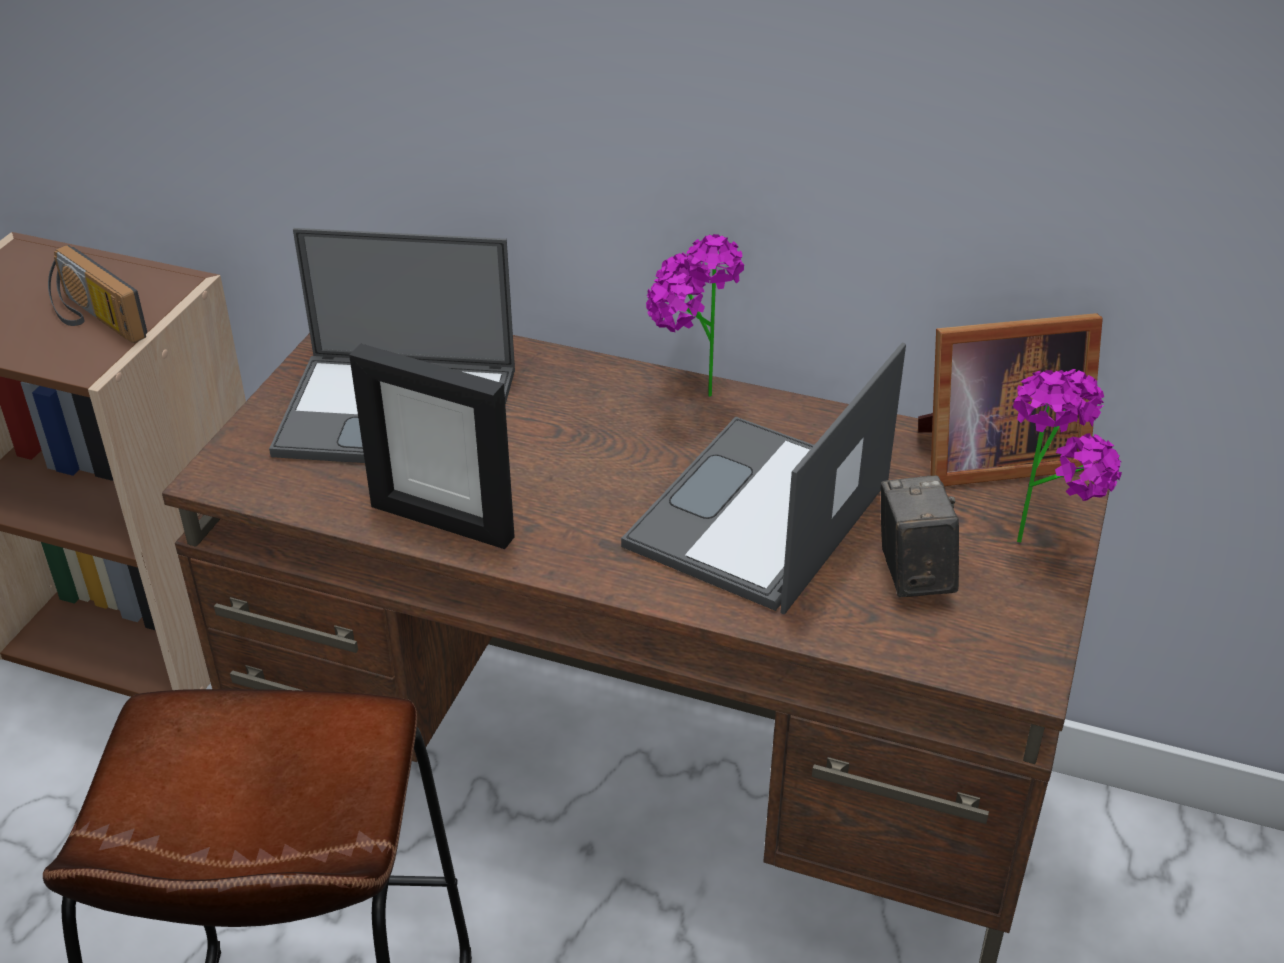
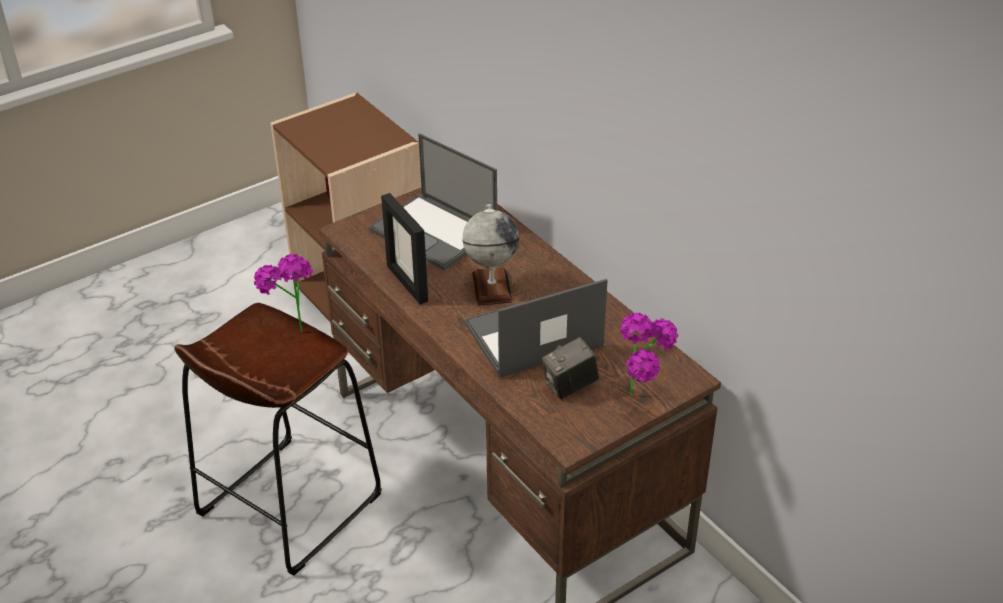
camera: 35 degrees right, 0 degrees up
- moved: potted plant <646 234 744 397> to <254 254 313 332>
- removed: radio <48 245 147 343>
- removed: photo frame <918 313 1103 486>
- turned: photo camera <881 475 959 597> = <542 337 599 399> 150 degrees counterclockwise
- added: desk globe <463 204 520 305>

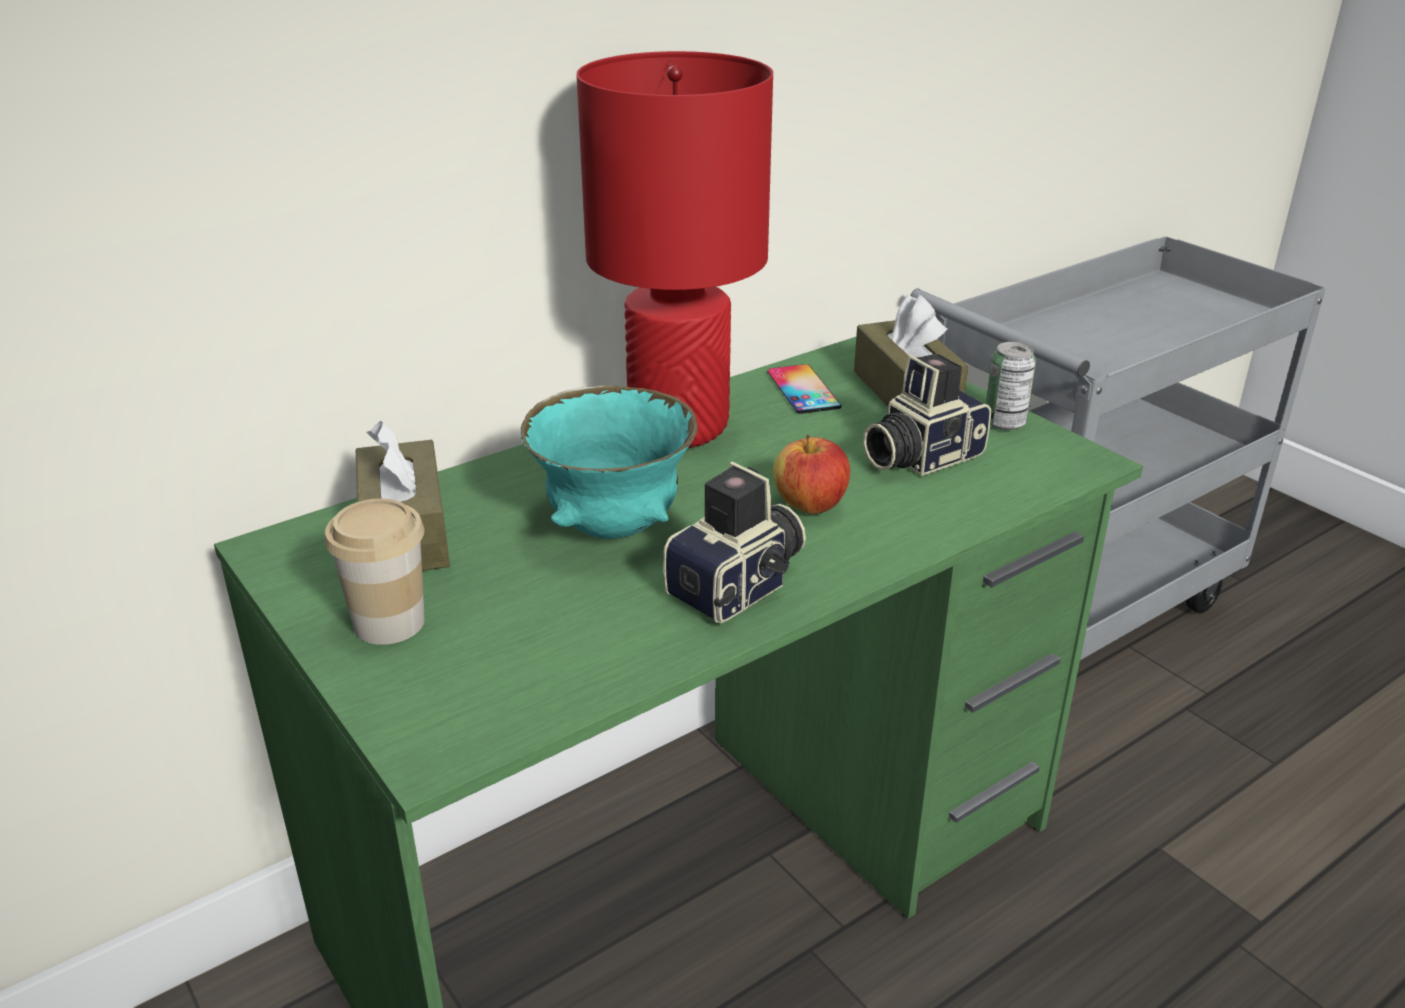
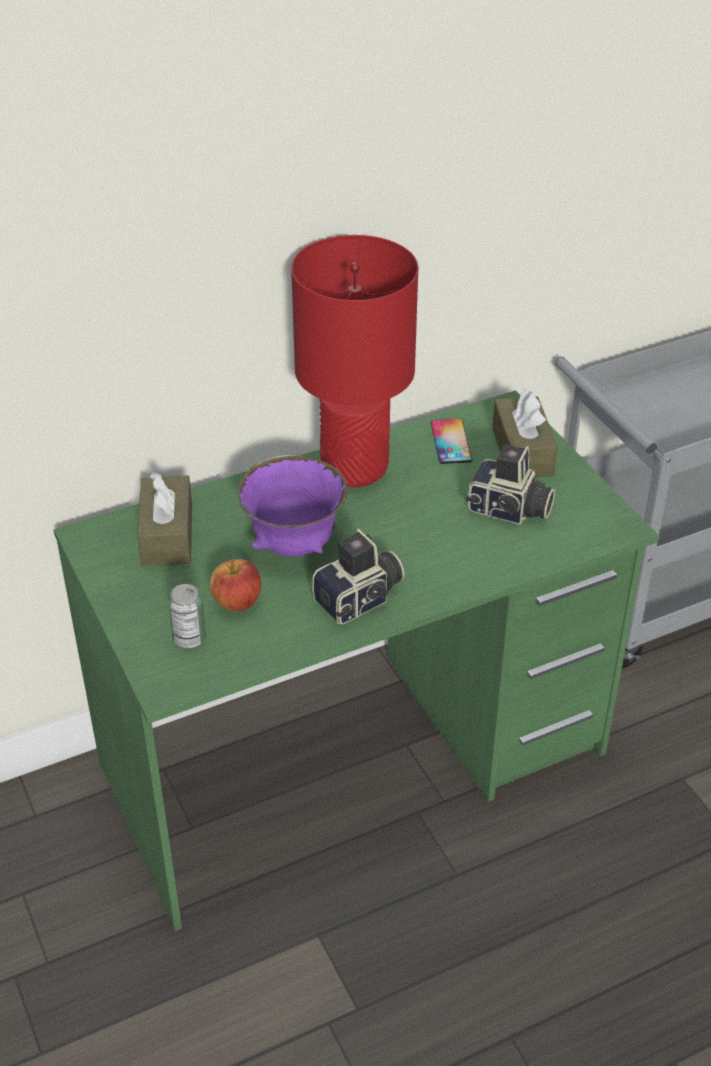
camera: 10 degrees right, 10 degrees up
- moved: can <985 342 1036 430> to <168 584 206 648>
- turned: photo camera <863 354 991 476> = <466 445 555 525> 135 degrees counterclockwise
- recoloured: serving bowl (turquoise-coloured) <521 385 698 539> to serving bowl (purplish) <238 455 347 557>
- moved: whole apple <773 435 850 514> to <210 559 261 612>
- removed: small cup <325 499 425 645>

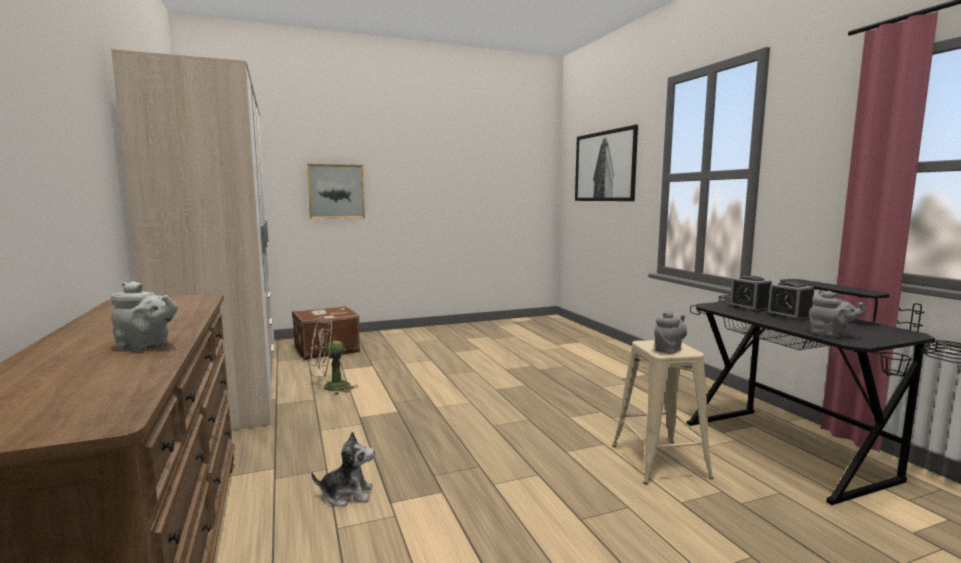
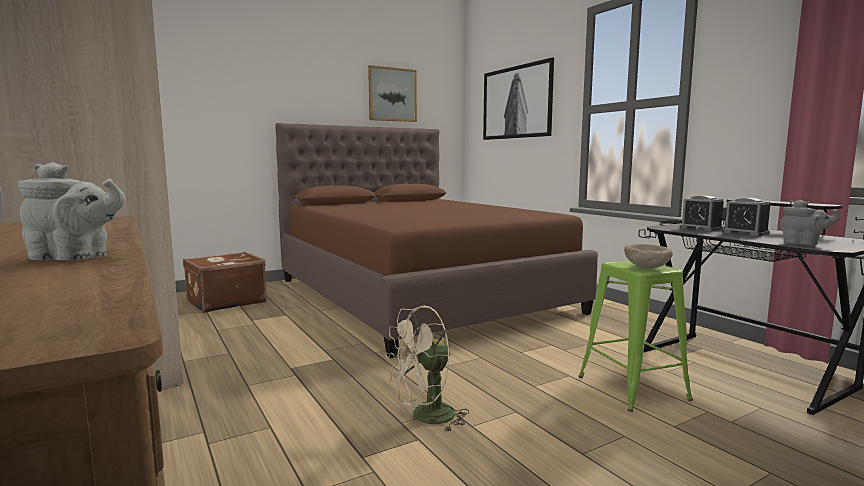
camera: 10 degrees left, 0 degrees up
- moved: wall art <307 164 365 219> to <368 65 417 122>
- replaced: tea pot (grey) <654 311 687 354> to serving bowl (sand-coloured) <624 244 673 268>
- moved: electric fan (sand-coloured) <310 320 359 395> to <385 305 469 432>
- recoloured: stool (sand-coloured) <612 340 714 485> to stool (green) <578 261 693 412>
- removed: cuddly toy <311 432 375 507>
- added: bedroom bed (brown) <275 123 598 358>

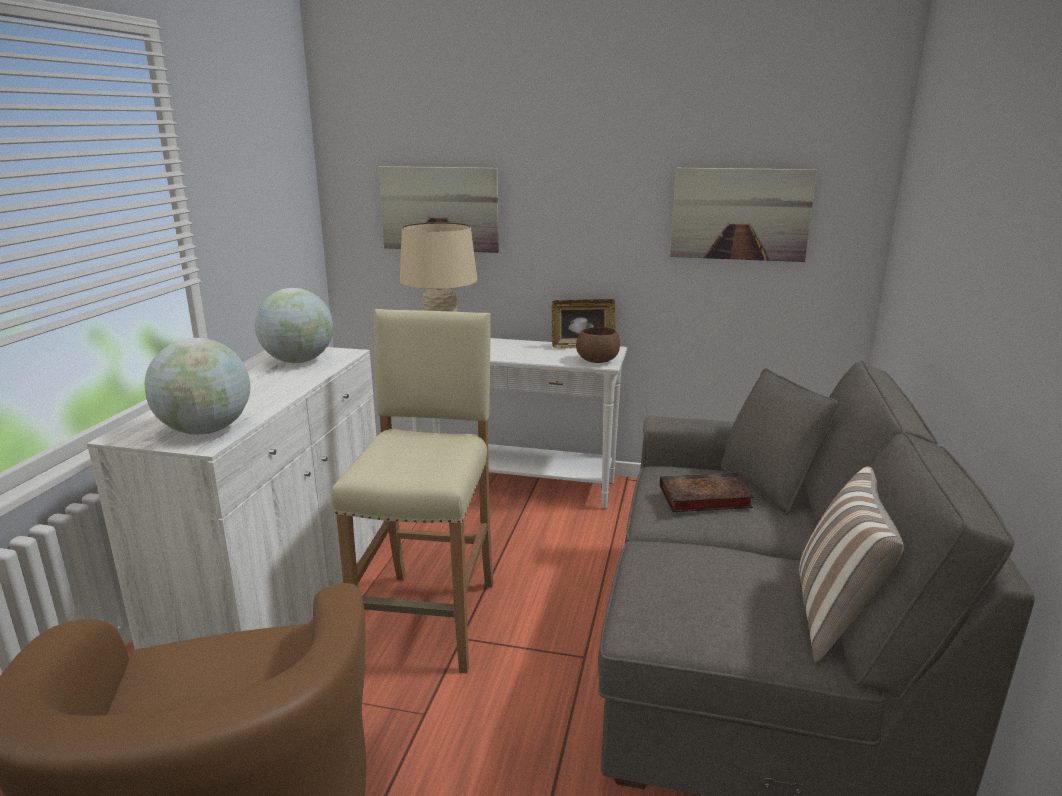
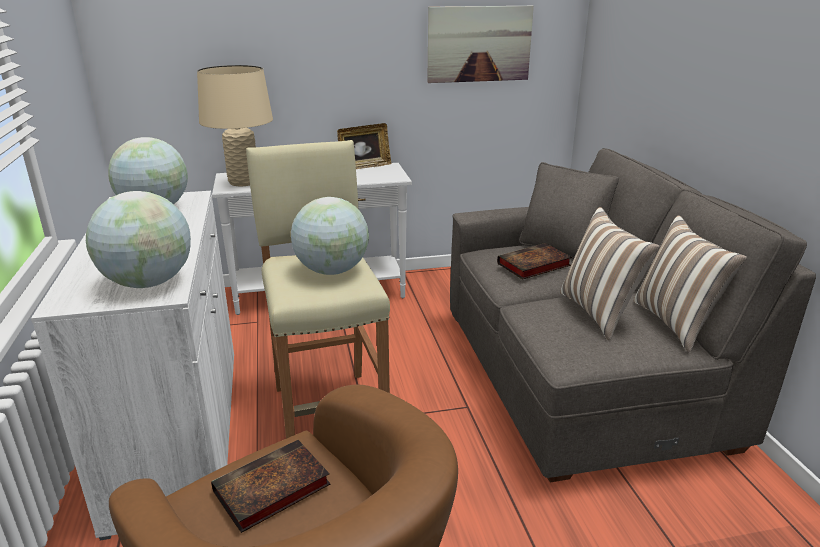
camera: 25 degrees left, 5 degrees up
- removed: wall art <379 166 499 253>
- removed: serving bowl (brown) <576 327 620 363>
- added: desk globe <291 197 369 275>
- added: throw pillow <560 207 660 341>
- added: bound book <211 440 331 533>

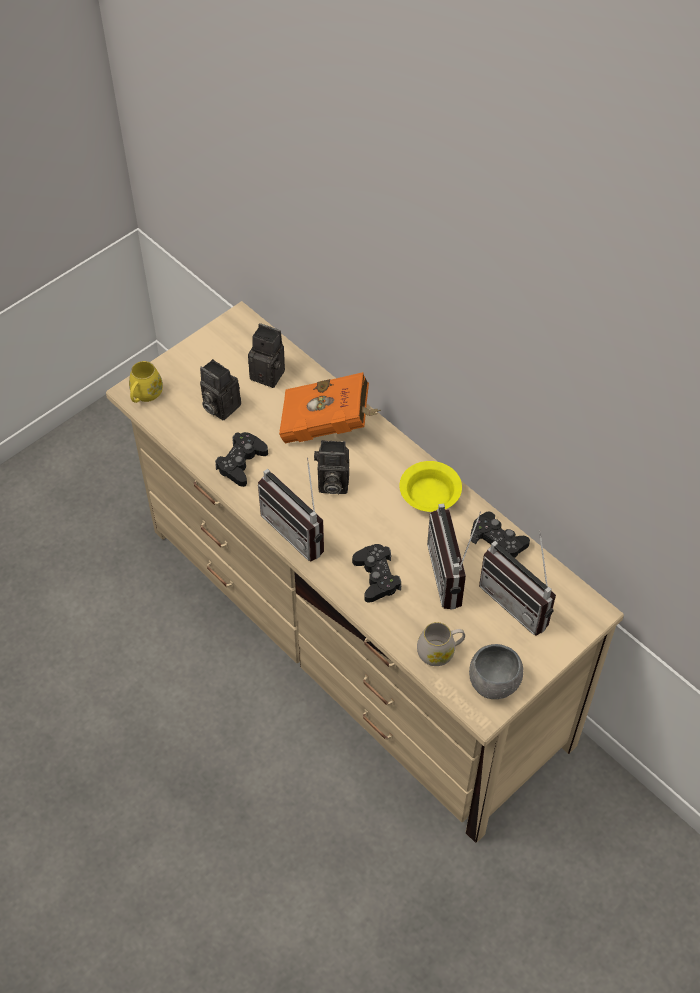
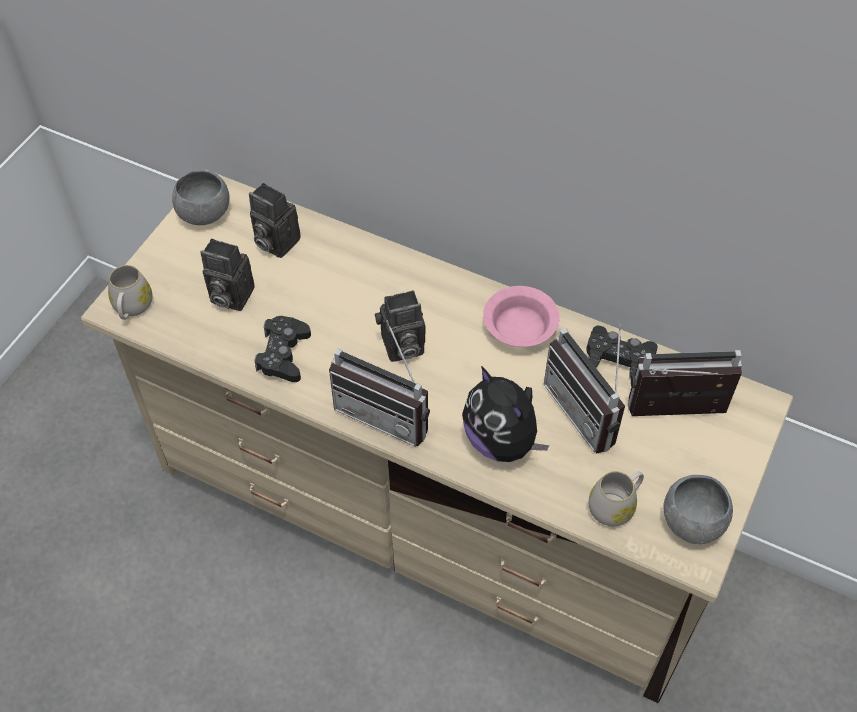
camera: 20 degrees left, 0 degrees up
- turned: photo camera <248 323 285 388> = <249 183 301 258> 150 degrees counterclockwise
- recoloured: tea mug (yellow-coloured) <129 361 163 403> to tea mug (white-coloured) <108 265 153 320>
- removed: bound book (orange) <279 372 381 443>
- recoloured: serving bowl (yellow-coloured) <399 461 462 512> to serving bowl (pinkish) <483 286 560 347>
- turned: radio <479 530 556 636> = <628 350 742 416> 150 degrees clockwise
- replaced: game controller (black-coloured) <352 544 401 603> to cuddly toy <462 366 549 462>
- added: serving bowl (grey) <172 170 230 225>

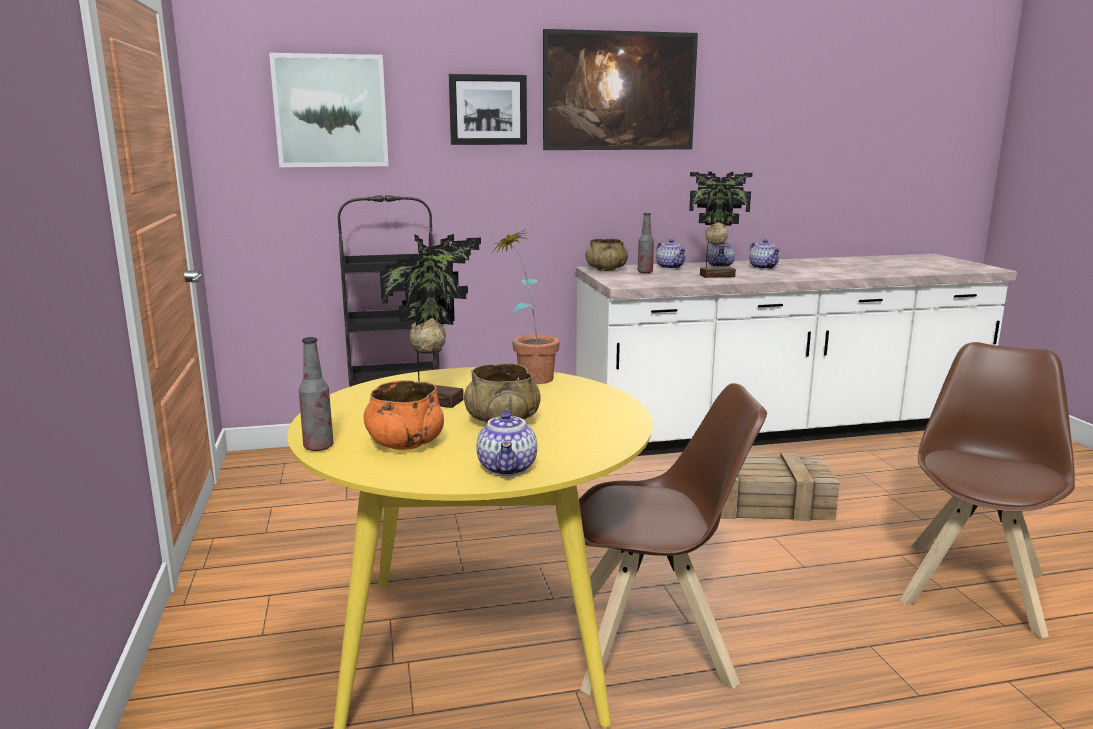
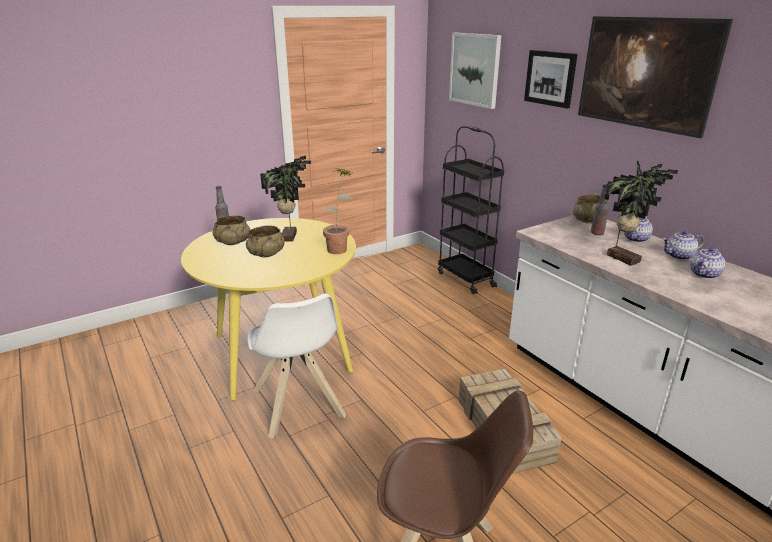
camera: 70 degrees right, 10 degrees up
- recoloured: serving bowl (orange) <364 380 444 450> to serving bowl (sand-coloured) <212 215 250 245>
- recoloured: plain chair (brown) <568 383 767 695> to plain chair (white-coloured) <247 294 346 439>
- removed: tea pot <477 410 537 476>

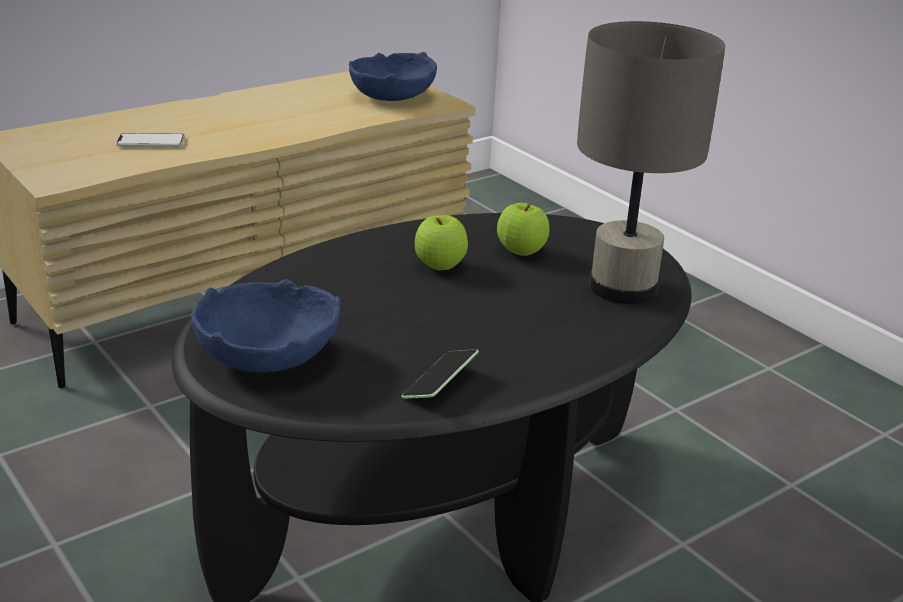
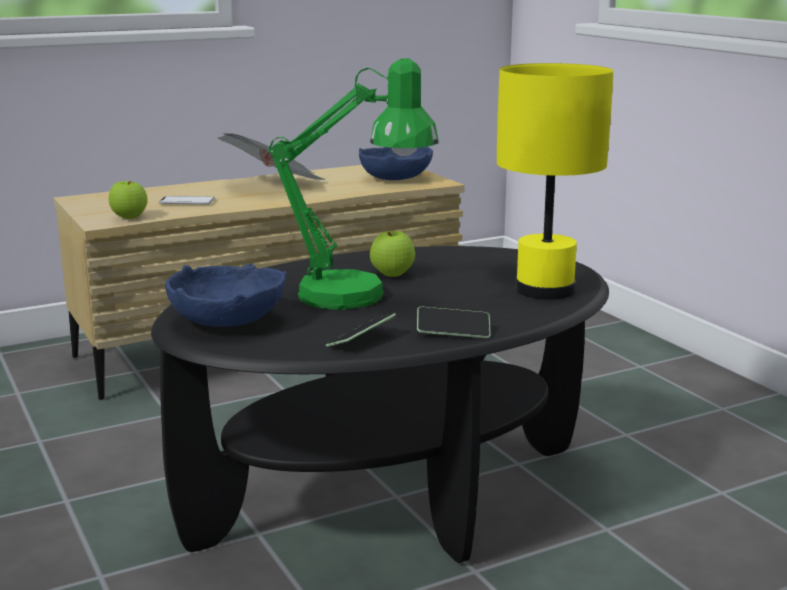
camera: 10 degrees right, 10 degrees down
- recoloured: table lamp (grey) <577 21 725 304> to table lamp (yellow-coloured) <497 63 613 300>
- moved: whole apple <497 203 550 256> to <109 181 148 219>
- added: table lamp (green) <269 58 439 310>
- added: printed paper <218 133 324 180>
- added: phone <417 307 491 338>

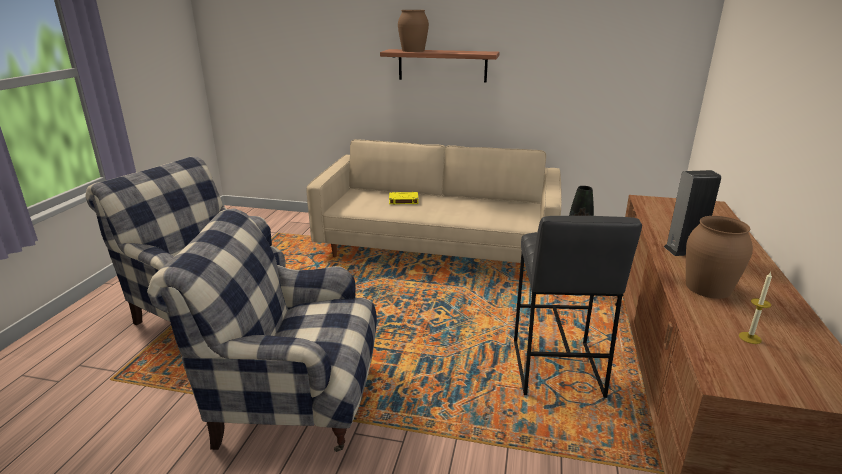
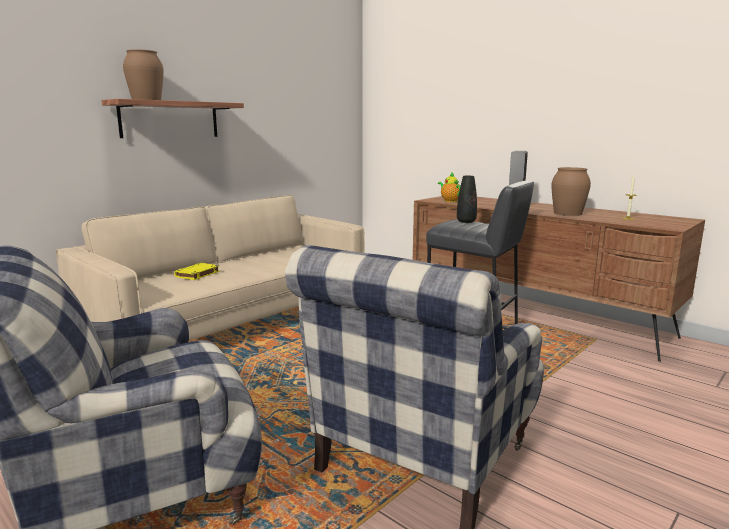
camera: 60 degrees left, 10 degrees down
- added: tea pot <438 173 460 202>

